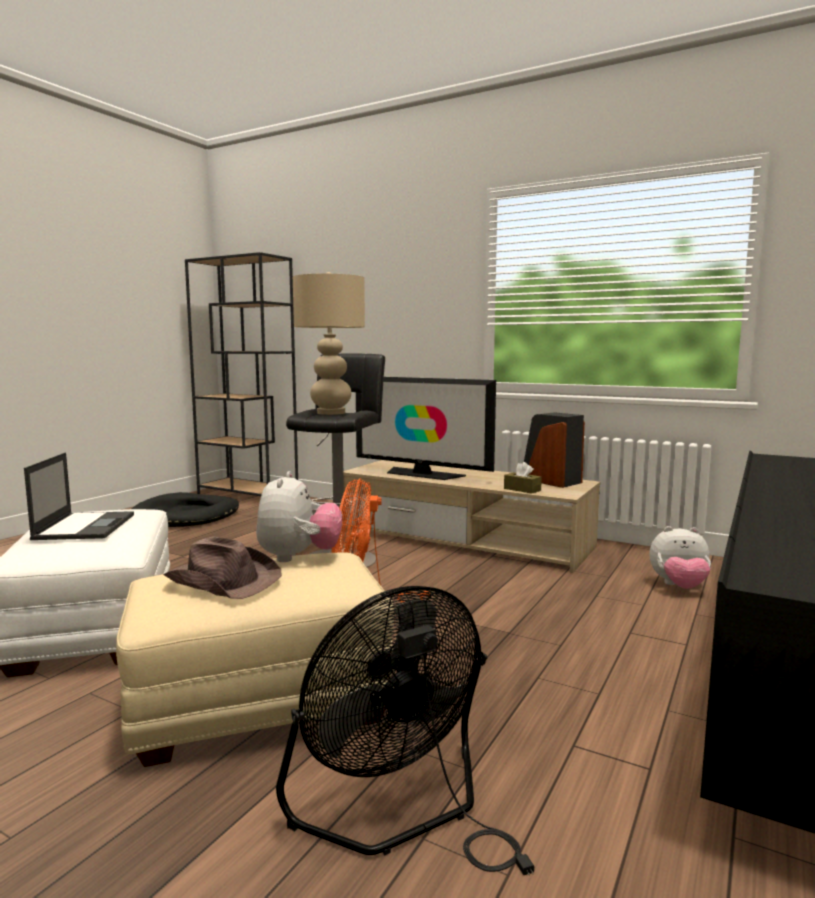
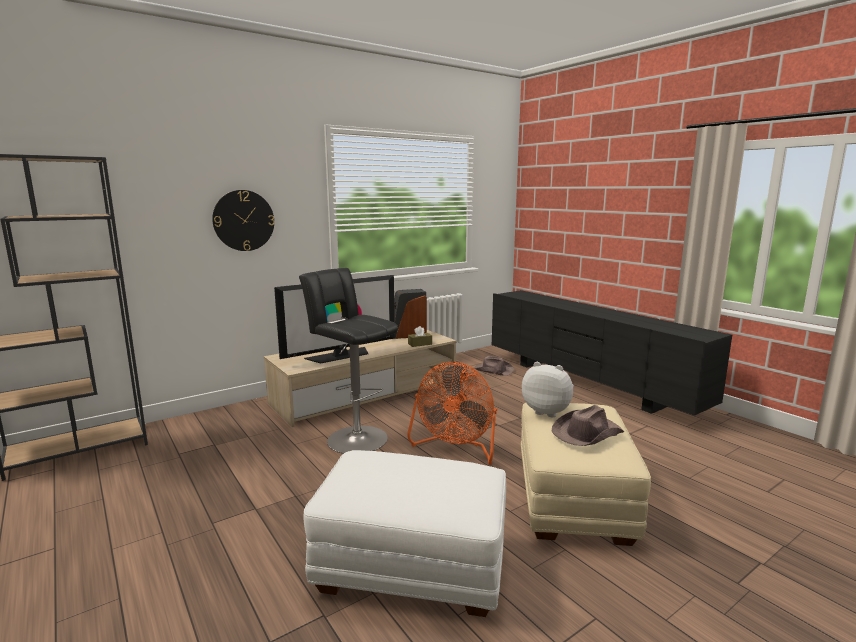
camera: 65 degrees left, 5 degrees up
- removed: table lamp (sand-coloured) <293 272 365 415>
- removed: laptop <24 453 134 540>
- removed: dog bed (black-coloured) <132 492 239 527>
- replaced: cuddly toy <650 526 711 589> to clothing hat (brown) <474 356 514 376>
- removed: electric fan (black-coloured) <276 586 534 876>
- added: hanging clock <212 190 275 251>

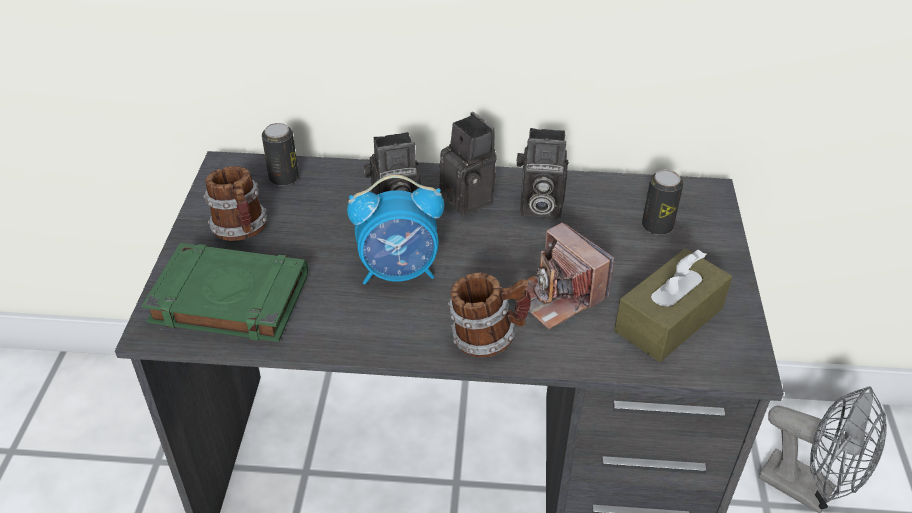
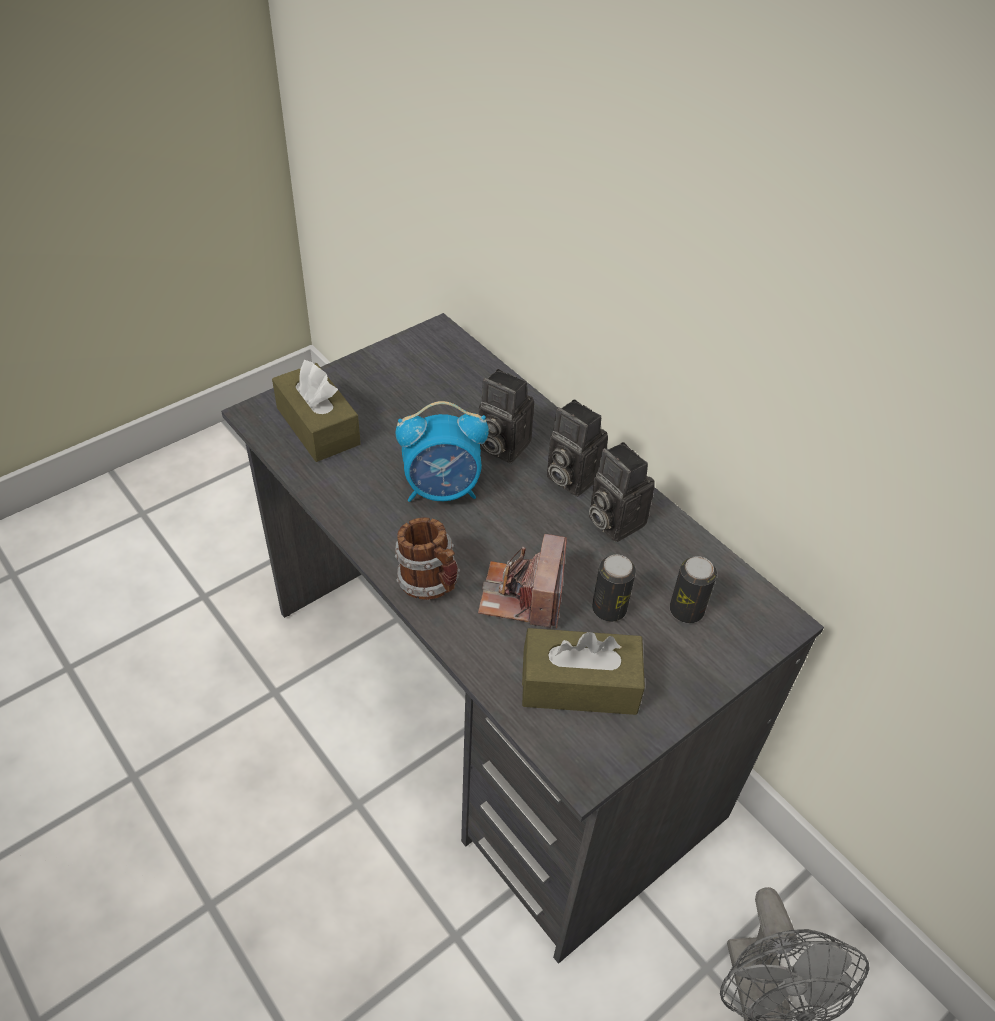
camera: 45 degrees right, 5 degrees up
- turned: photo camera <439 112 497 216> = <547 399 608 497> 120 degrees clockwise
- moved: can <262 123 299 186> to <592 555 636 622>
- removed: tea mug <204 166 267 241>
- turned: alarm clock <347 175 444 285> = <396 401 489 502> 45 degrees counterclockwise
- replaced: bound book (green) <142 243 308 342> to tissue box (brown) <272 360 361 462>

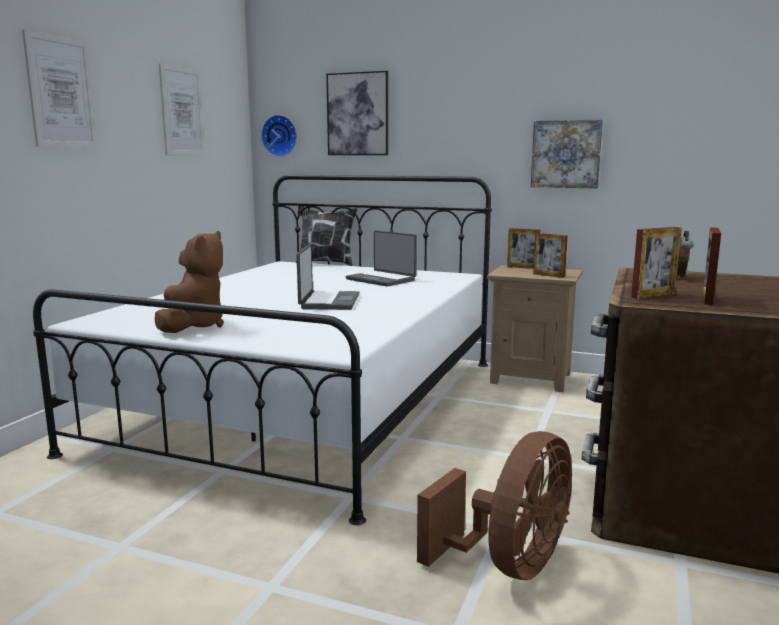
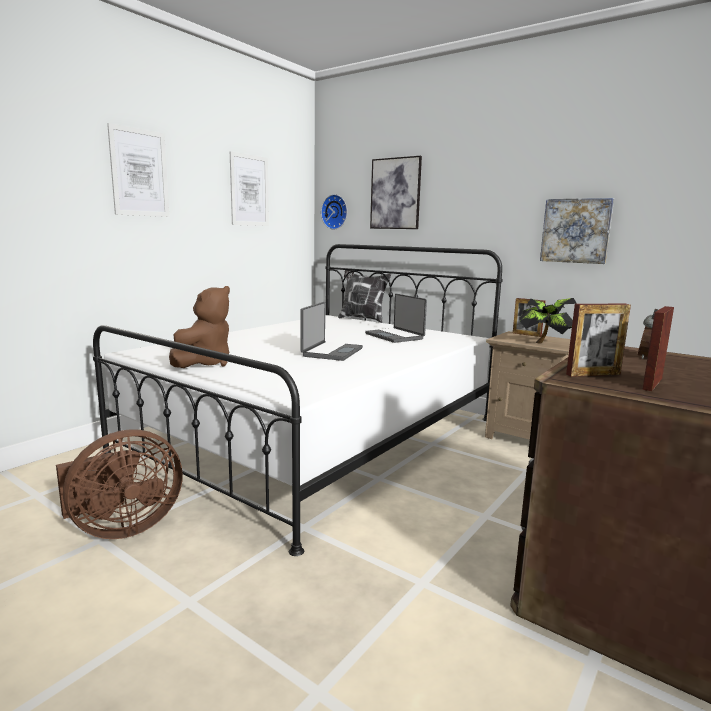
camera: 15 degrees right, 0 degrees up
- replaced: photo frame <533 233 568 278> to potted plant <519 298 577 344>
- moved: electric fan (brown) <417 431 572 580> to <56 429 183 539>

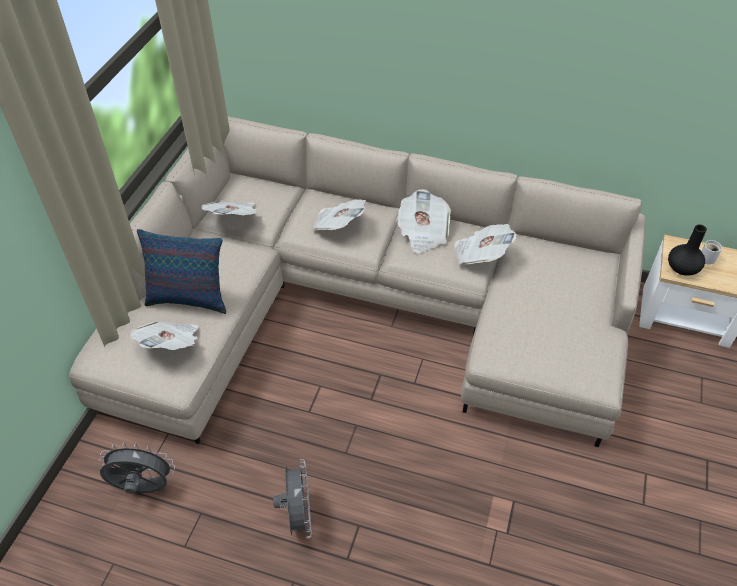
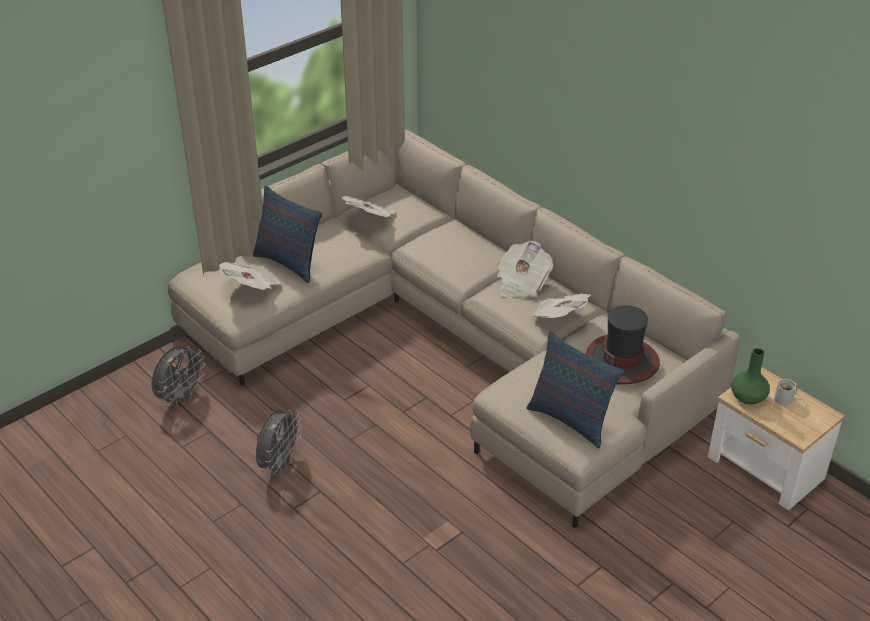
camera: 30 degrees right, 10 degrees down
- removed: printed paper <312 199 366 230>
- recoloured: flower vase (black-coloured) <668 224 707 276> to flower vase (green) <731 348 770 405>
- turned: electric fan (grey) <99 443 175 494> = <152 346 206 408> 90 degrees clockwise
- added: clothing hat <586 305 660 385>
- added: throw pillow (blue-coloured) <526 331 624 449>

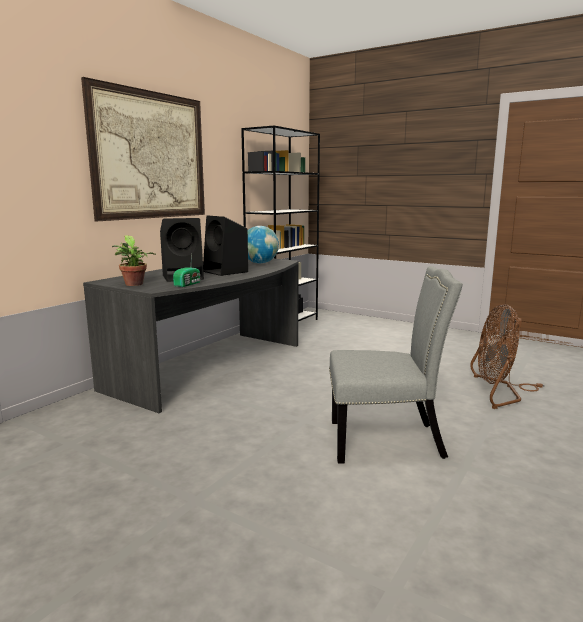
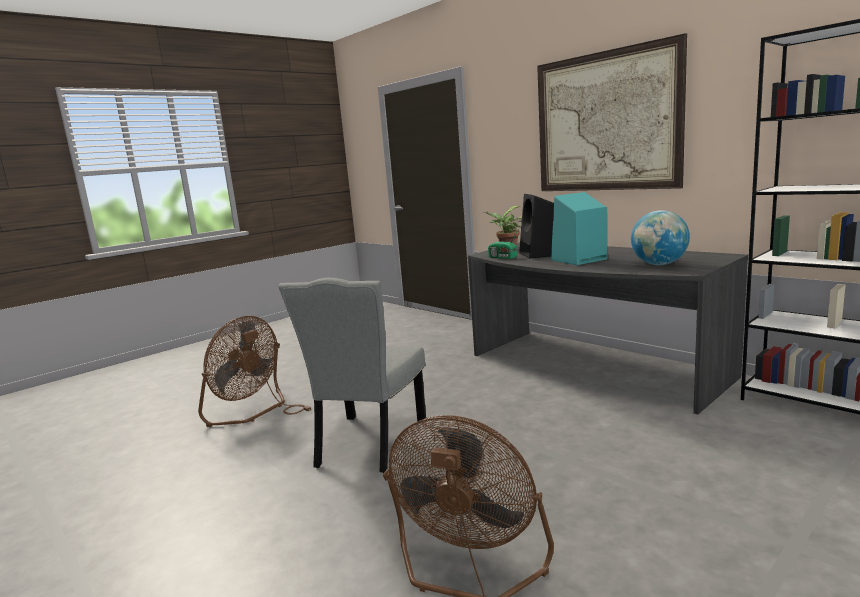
camera: 105 degrees right, 0 degrees up
- recoloured: audio speaker (black-coloured) <203 215 248 276> to audio speaker (turquoise-coloured) <551 192 608 265>
- added: electric fan (brown) <198 316 311 427>

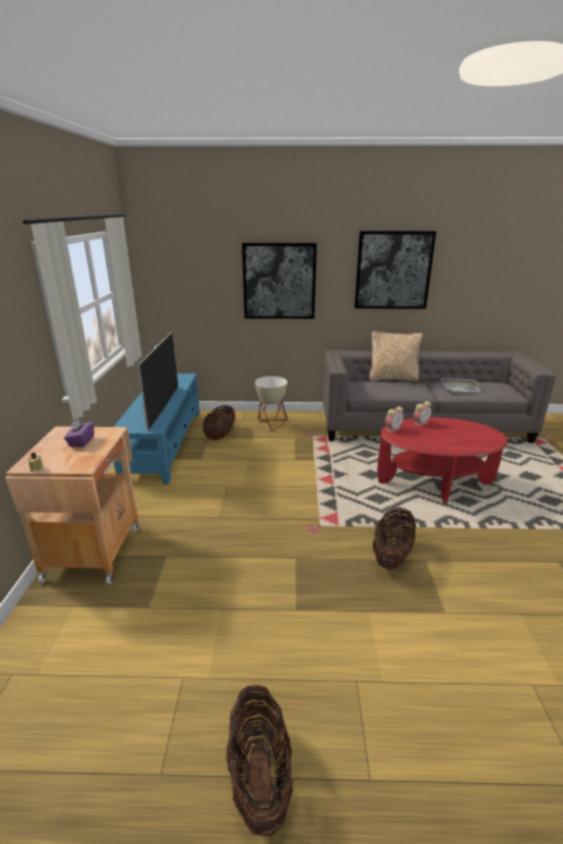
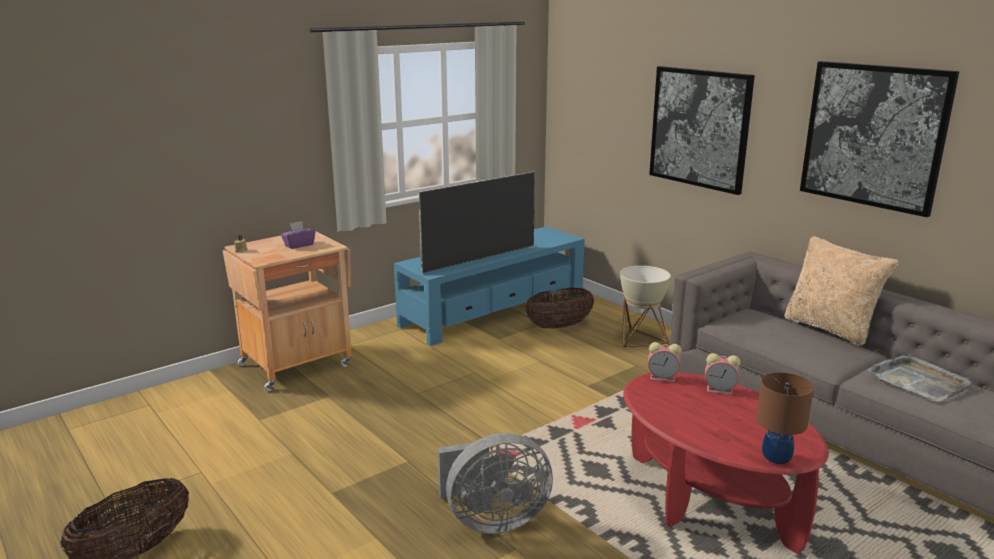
camera: 50 degrees right, 5 degrees down
- replaced: household basket <372 507 416 569> to electric fan (grey) <437 433 553 534>
- added: table lamp (brown) <756 372 814 464>

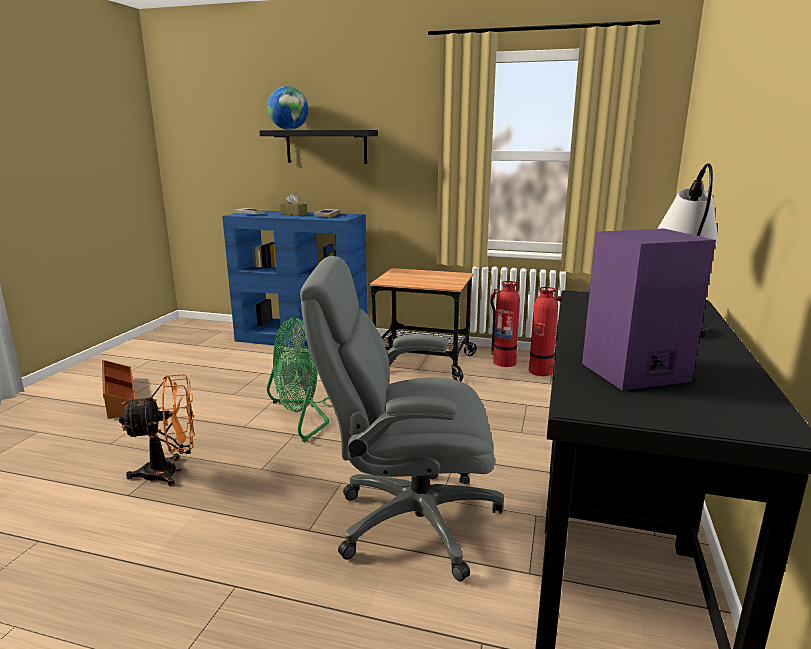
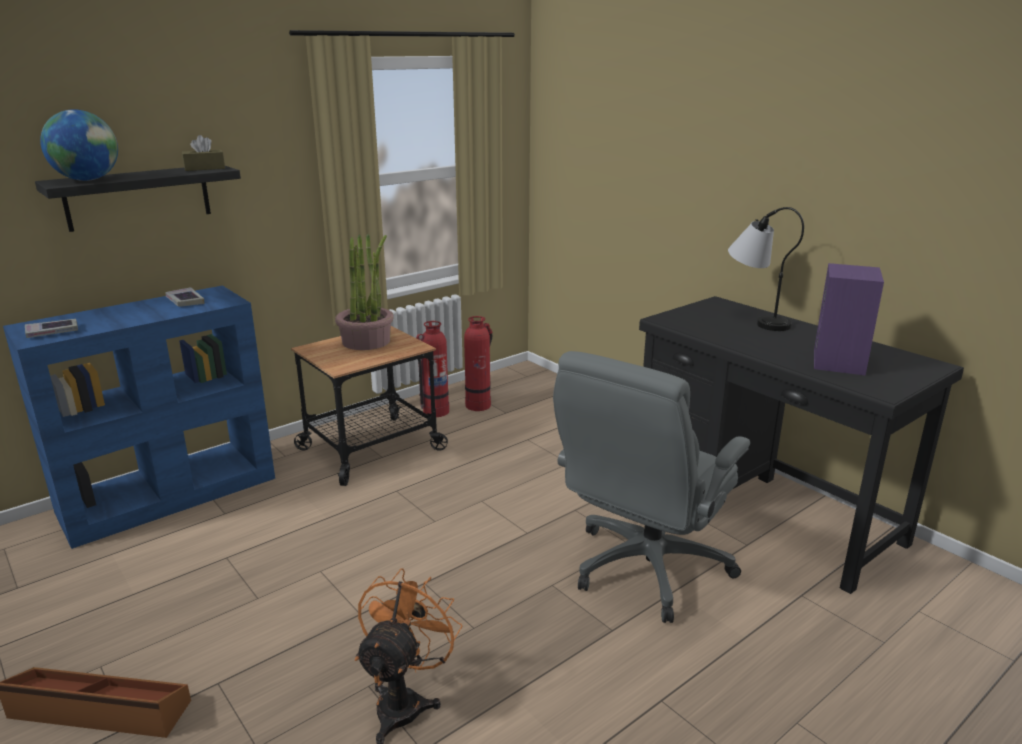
camera: 55 degrees left, 5 degrees up
- moved: tissue box (brown) <280 193 307 216> to <182 135 225 171>
- removed: electric fan (green) <267 318 333 442>
- added: potted plant <335 234 394 350>

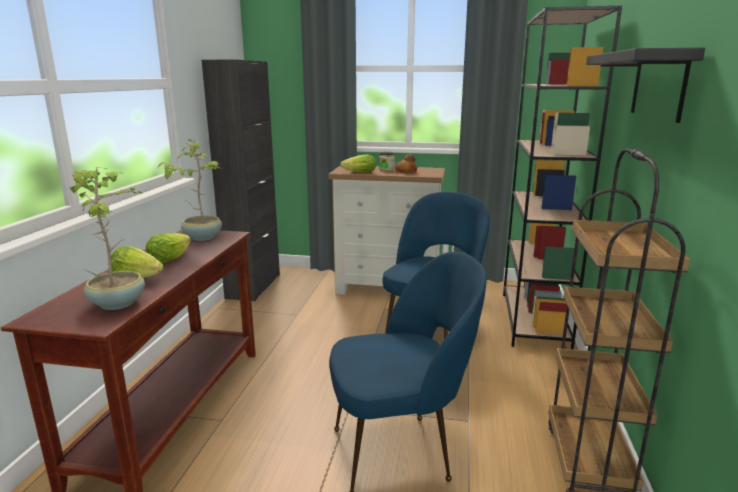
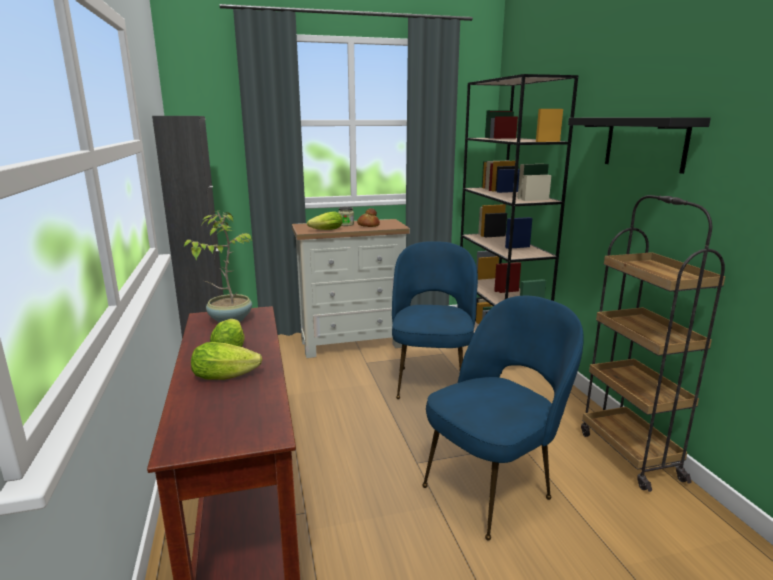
camera: 25 degrees left, 0 degrees up
- removed: potted plant <70 167 145 310>

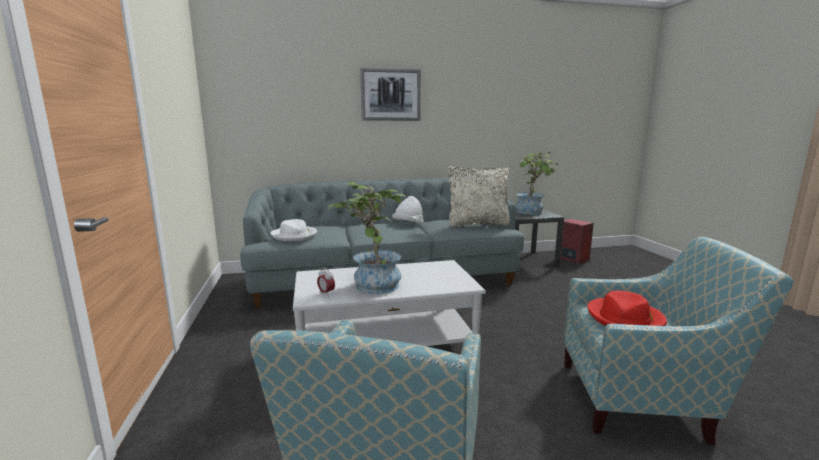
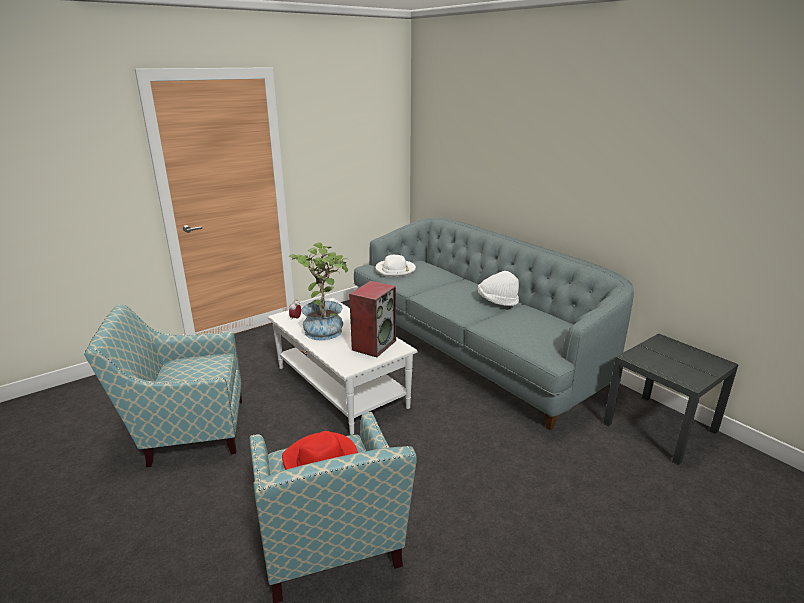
camera: 65 degrees right, 10 degrees up
- removed: wall art <360 68 421 121>
- removed: potted plant <515 152 559 215>
- removed: throw pillow (sand-coloured) <448 167 510 227>
- moved: audio speaker <560 219 594 264> to <349 281 396 357>

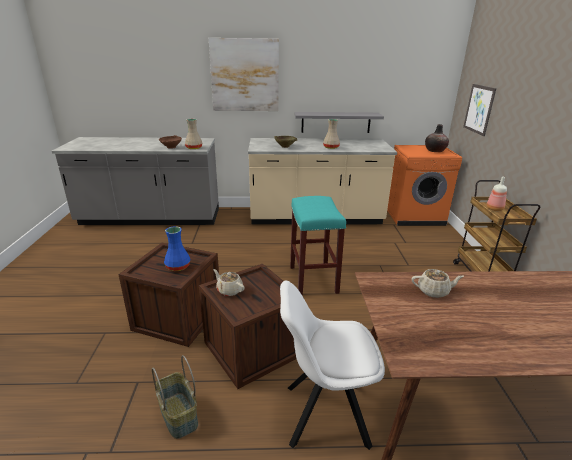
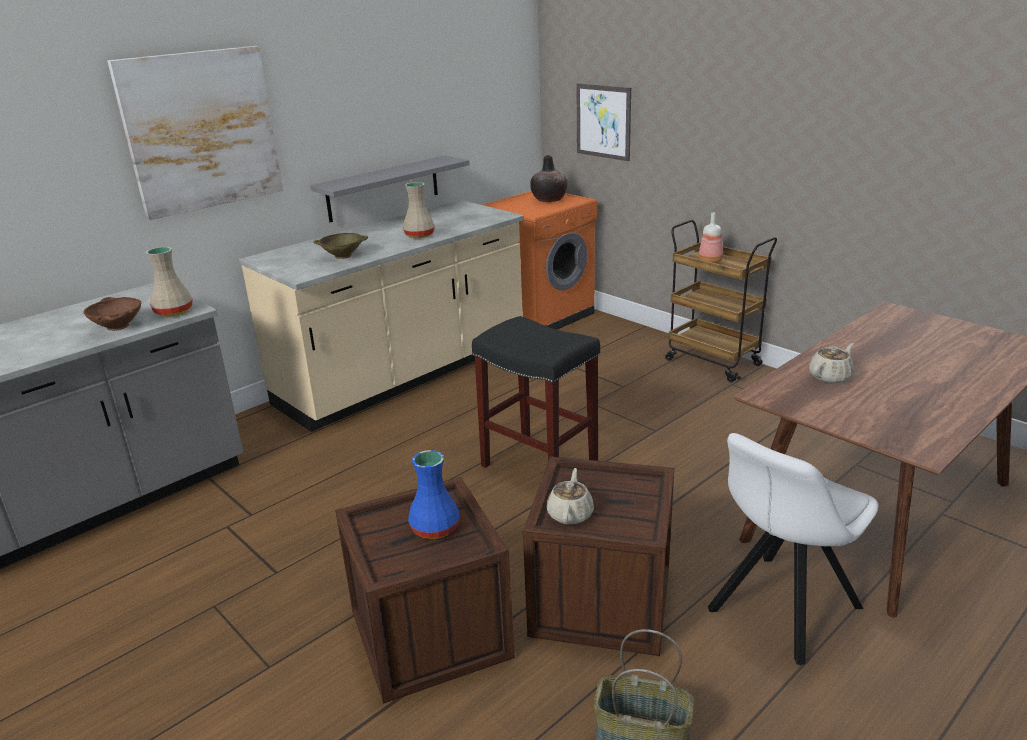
camera: 40 degrees left, 0 degrees up
- recoloured: stool (turquoise-coloured) <290 196 346 296> to stool (black-coloured) <472 316 600 468>
- turned: tea pot (sand-coloured) <213 269 245 296> = <547 468 594 525> 105 degrees clockwise

